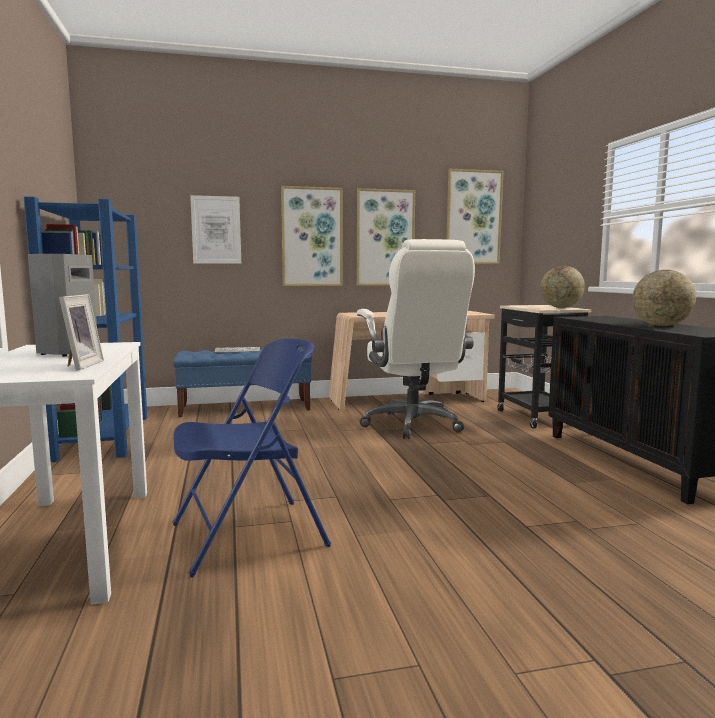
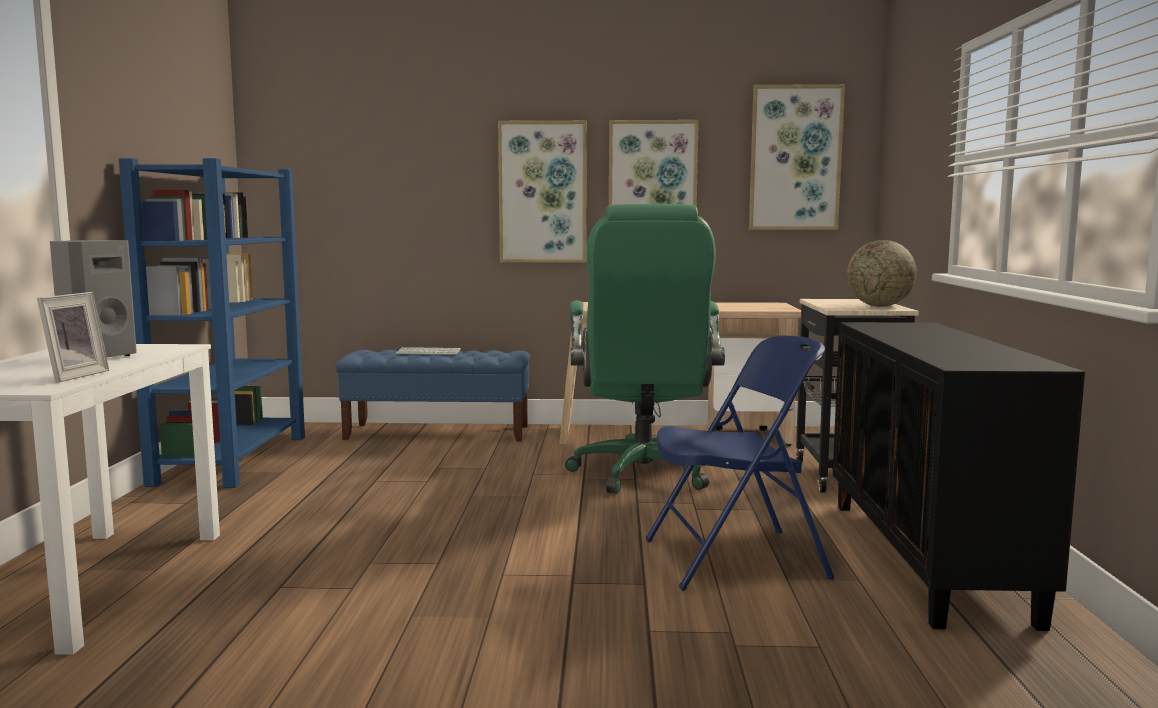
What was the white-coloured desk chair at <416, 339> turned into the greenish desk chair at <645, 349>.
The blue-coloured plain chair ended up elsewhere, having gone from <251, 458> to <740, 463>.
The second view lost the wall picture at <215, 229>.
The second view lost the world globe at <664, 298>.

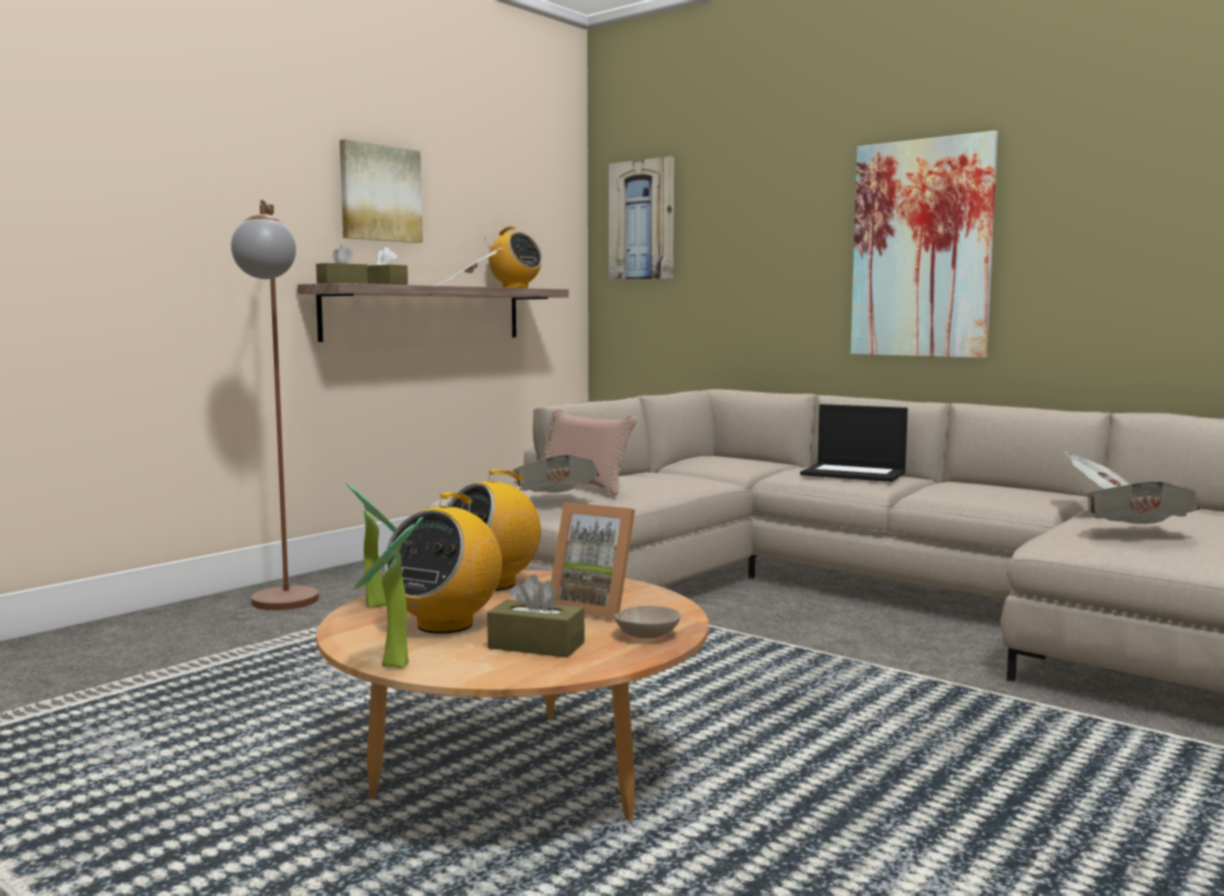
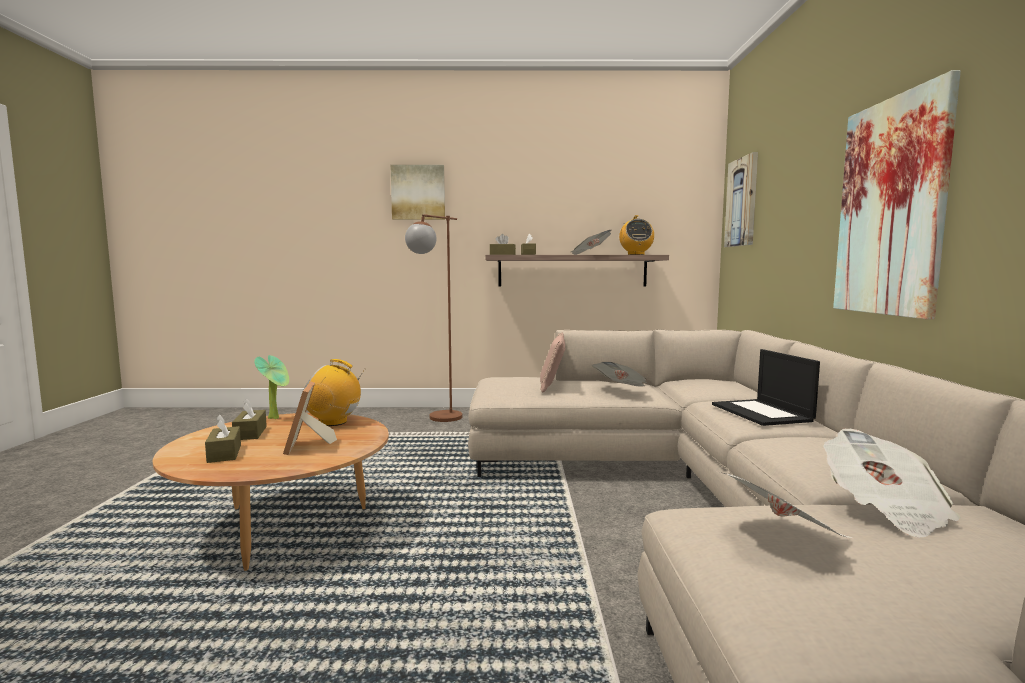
Where the radio receiver stood at <443, 563>, the brown-coloured box of tissues came to stand at <249, 419>.
The wall picture ended up elsewhere, having gone from <381, 191> to <417, 192>.
The printed paper ended up elsewhere, having gone from <556, 474> to <619, 374>.
The second view lost the plant in a pot at <388, 592>.
The second view lost the beige serving bowl at <647, 622>.

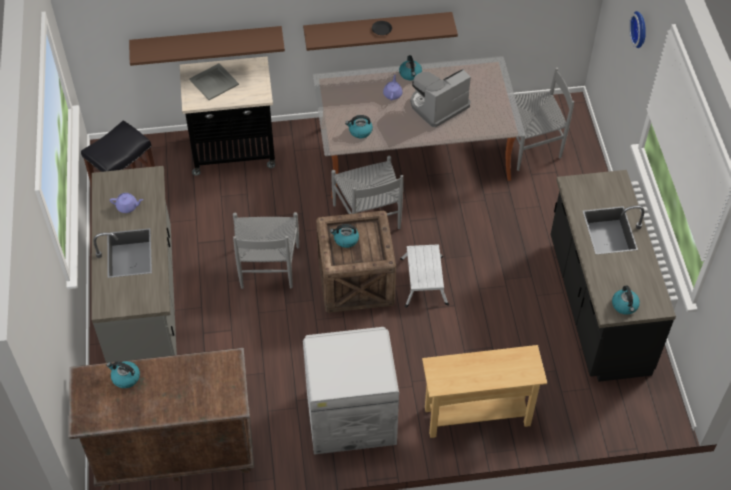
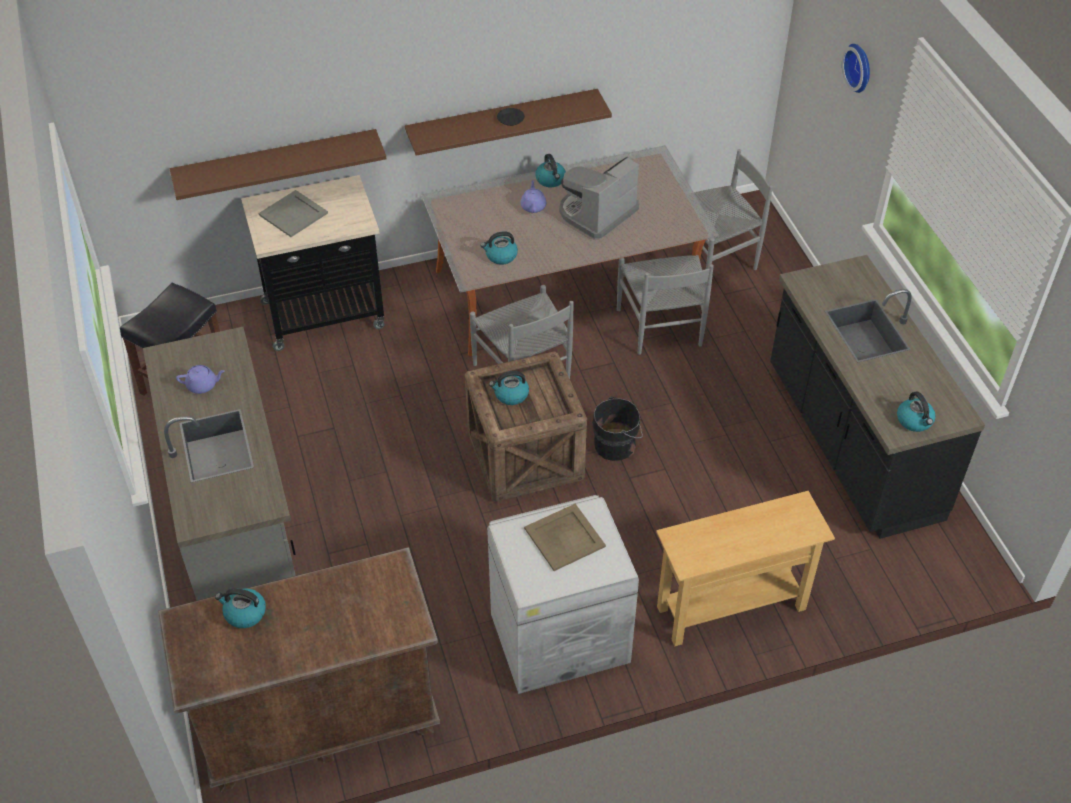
The second view gained the beige carrying tray at <565, 537>.
Where the white-coloured step stool stood at <424, 276>, the black bucket came to stand at <617, 429>.
The gray plain chair ended up elsewhere, having gone from <266, 250> to <665, 305>.

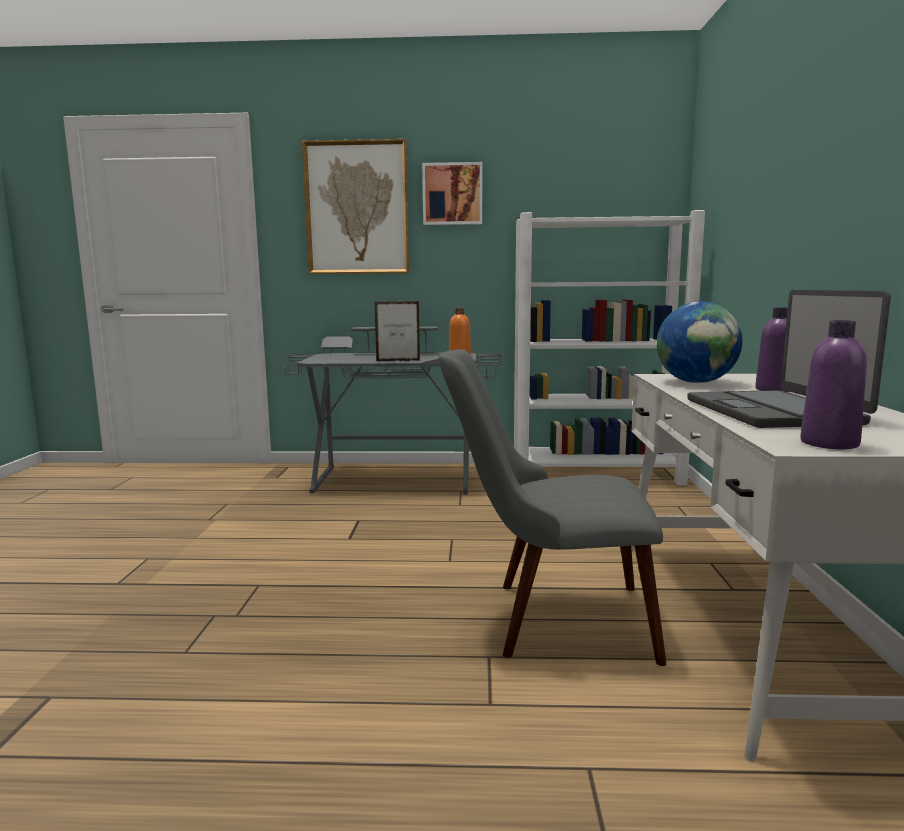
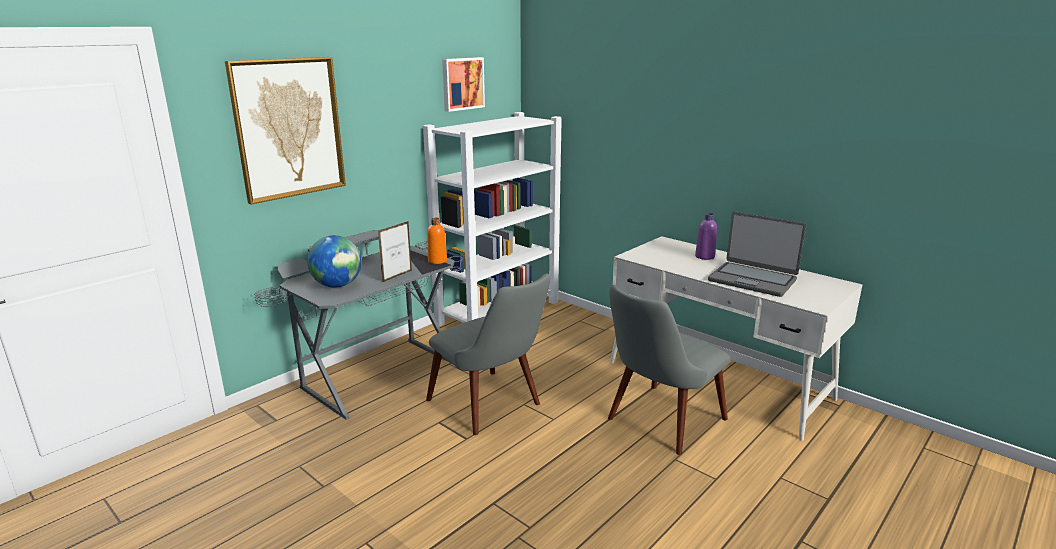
The world globe ended up elsewhere, having gone from <699, 342> to <334, 261>.
The second view gained the gray plain chair at <488, 354>.
The wall picture ended up elsewhere, having gone from <452, 193> to <463, 84>.
The second view lost the purple-coloured drink bottle at <833, 384>.

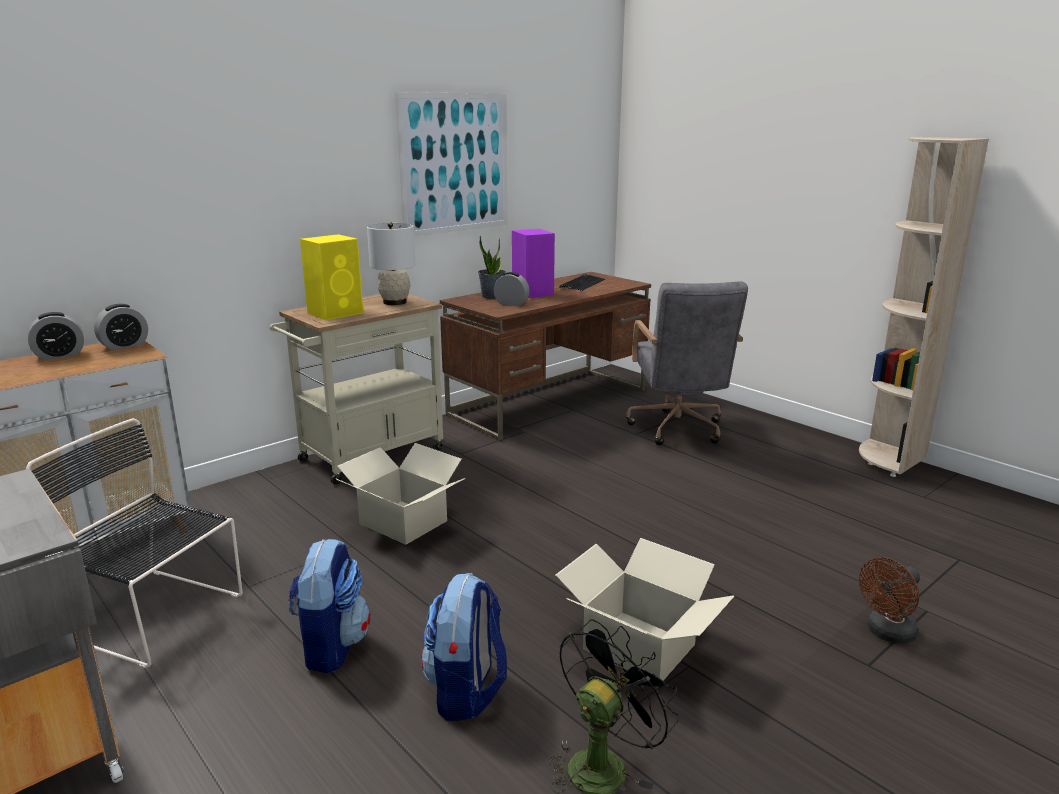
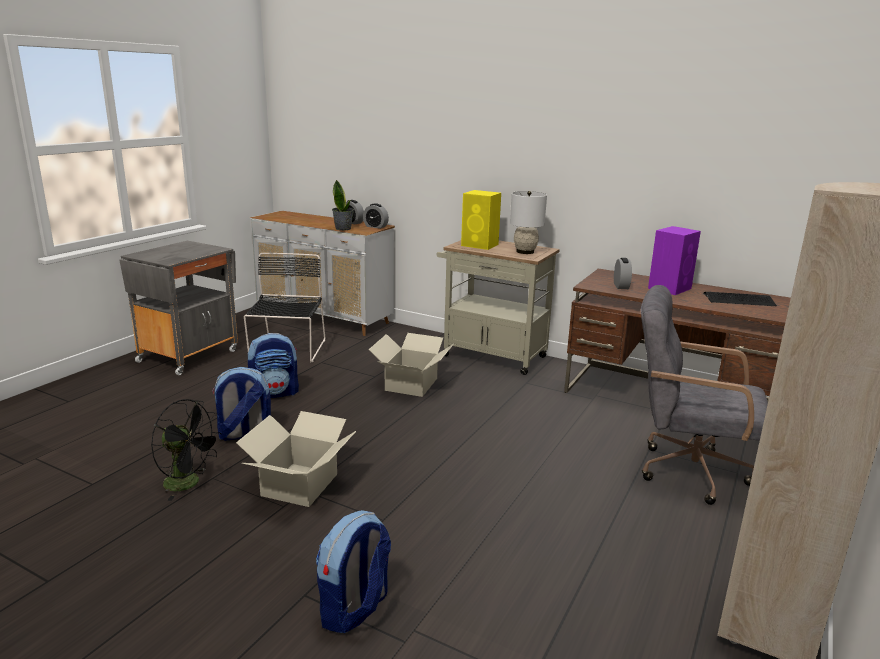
Where the brown-coloured cooling fan stood at <889, 600>, the rucksack came to stand at <353, 571>.
The plant in a pot ended up elsewhere, having gone from <492, 267> to <343, 205>.
The gray desk chair at <686, 363> ended up facing another way, 45 degrees clockwise from before.
The second view lost the wall picture at <451, 164>.

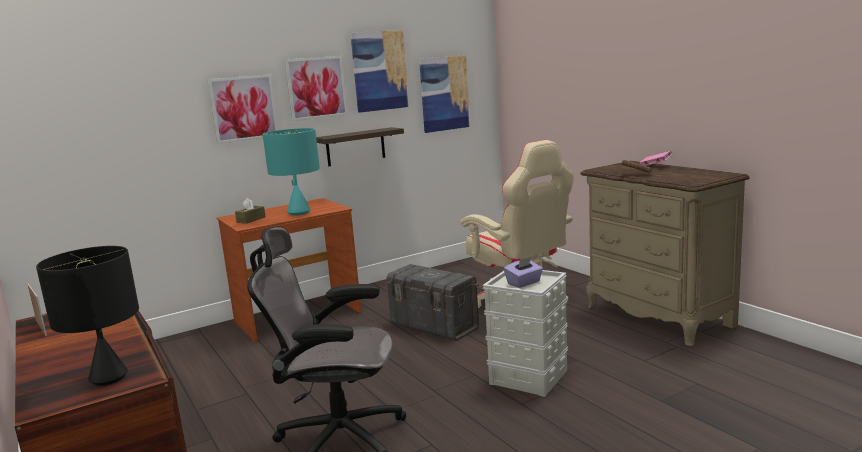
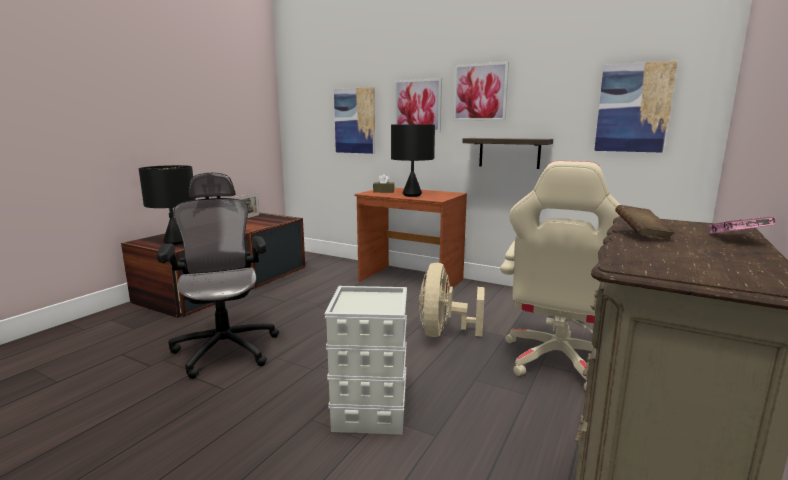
The wall picture ended up elsewhere, having gone from <379, 71> to <354, 120>.
What was the turquoise-coloured table lamp at <291, 172> turned into the black table lamp at <413, 160>.
Where the gray storage bin stood at <432, 302>, the beige cooling fan came to stand at <451, 300>.
The second view lost the purple-coloured box of tissues at <523, 272>.

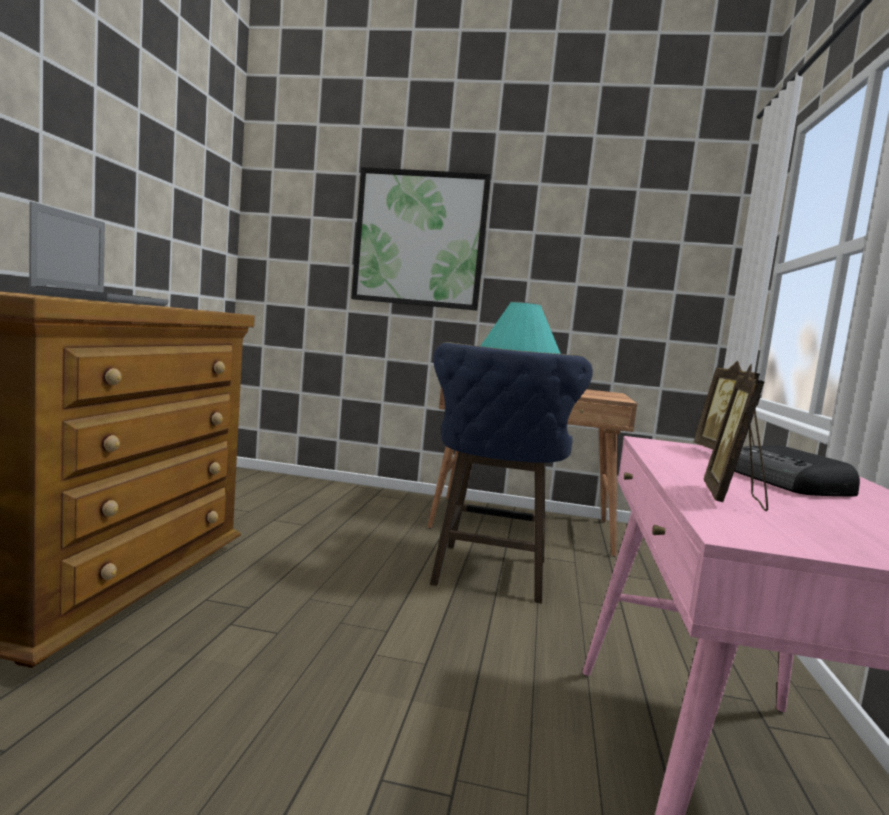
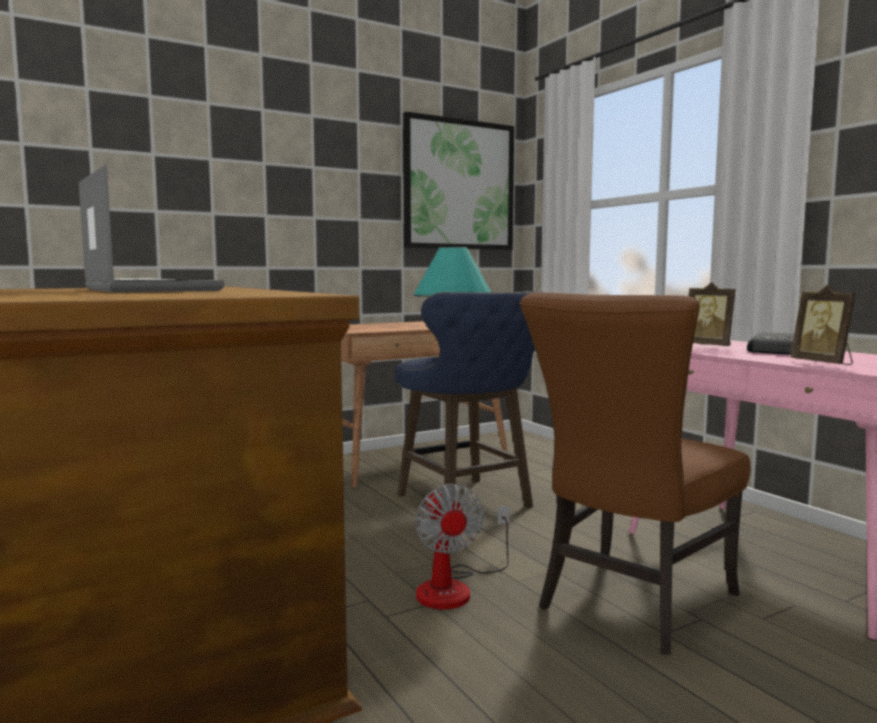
The wall picture ended up elsewhere, having gone from <421, 239> to <458, 180>.
The second view gained the cooling fan at <462, 546>.
The second view gained the brown-coloured plain chair at <635, 473>.

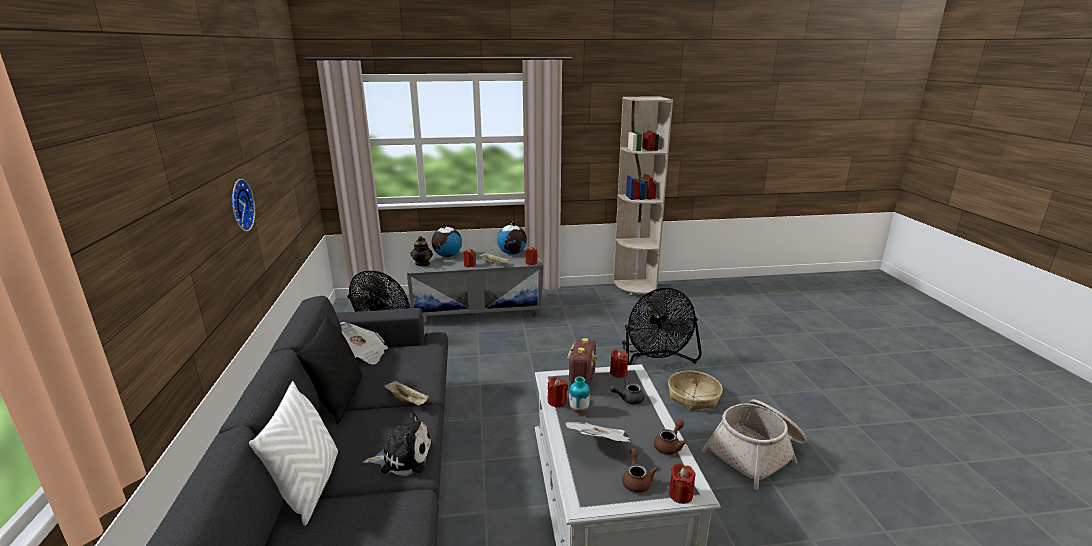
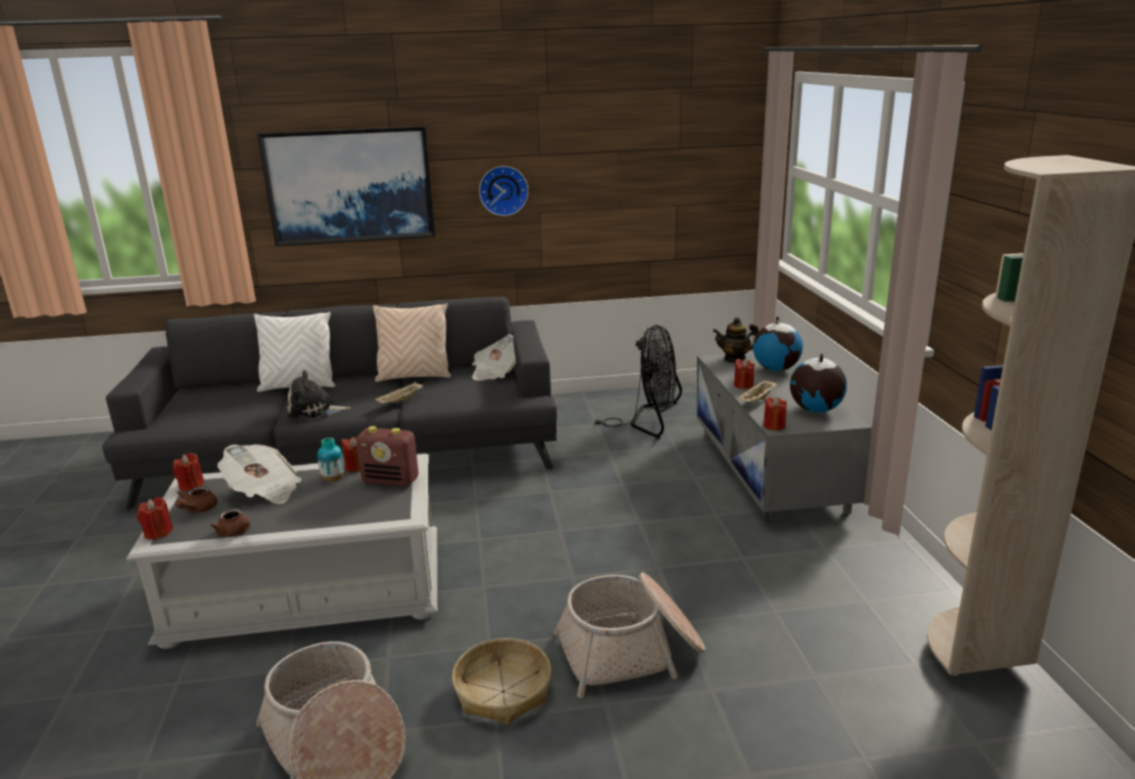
The reddish wax candle ended up elsewhere, having gone from <619, 364> to <188, 472>.
The brown-coloured teapot at <640, 470> ended up facing another way, 105 degrees clockwise from before.
The second view gained the wall picture at <346, 186>.
The plush toy at <397, 444> ended up facing another way, 90 degrees clockwise from before.
What was the black cushion at <329, 369> turned into the beige cushion at <412, 342>.
Where the black cooling fan stood at <662, 326>, the household basket came to stand at <629, 635>.
The second view lost the gray teapot at <627, 391>.

